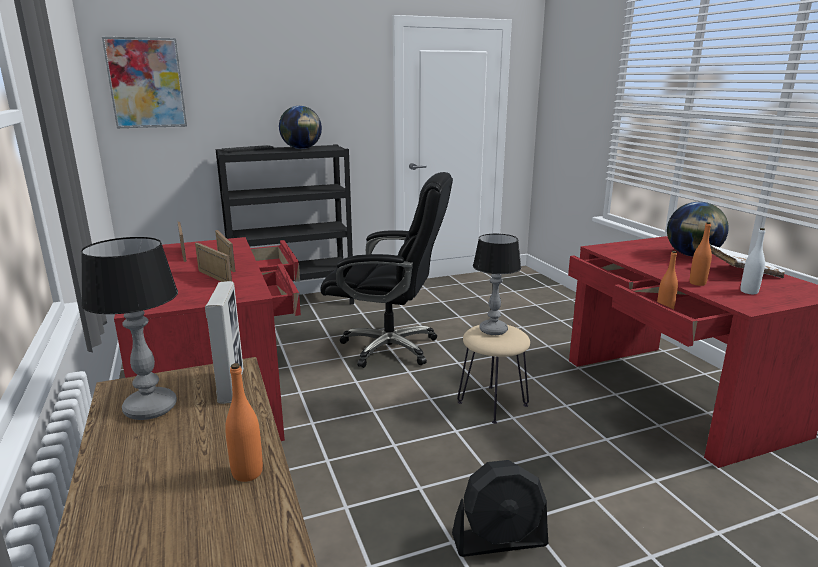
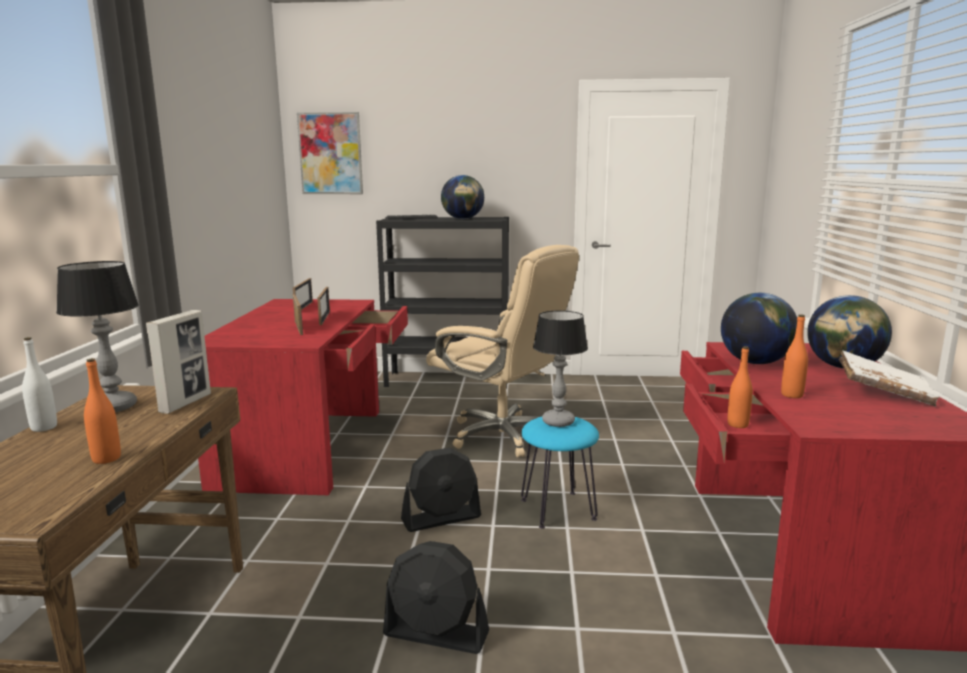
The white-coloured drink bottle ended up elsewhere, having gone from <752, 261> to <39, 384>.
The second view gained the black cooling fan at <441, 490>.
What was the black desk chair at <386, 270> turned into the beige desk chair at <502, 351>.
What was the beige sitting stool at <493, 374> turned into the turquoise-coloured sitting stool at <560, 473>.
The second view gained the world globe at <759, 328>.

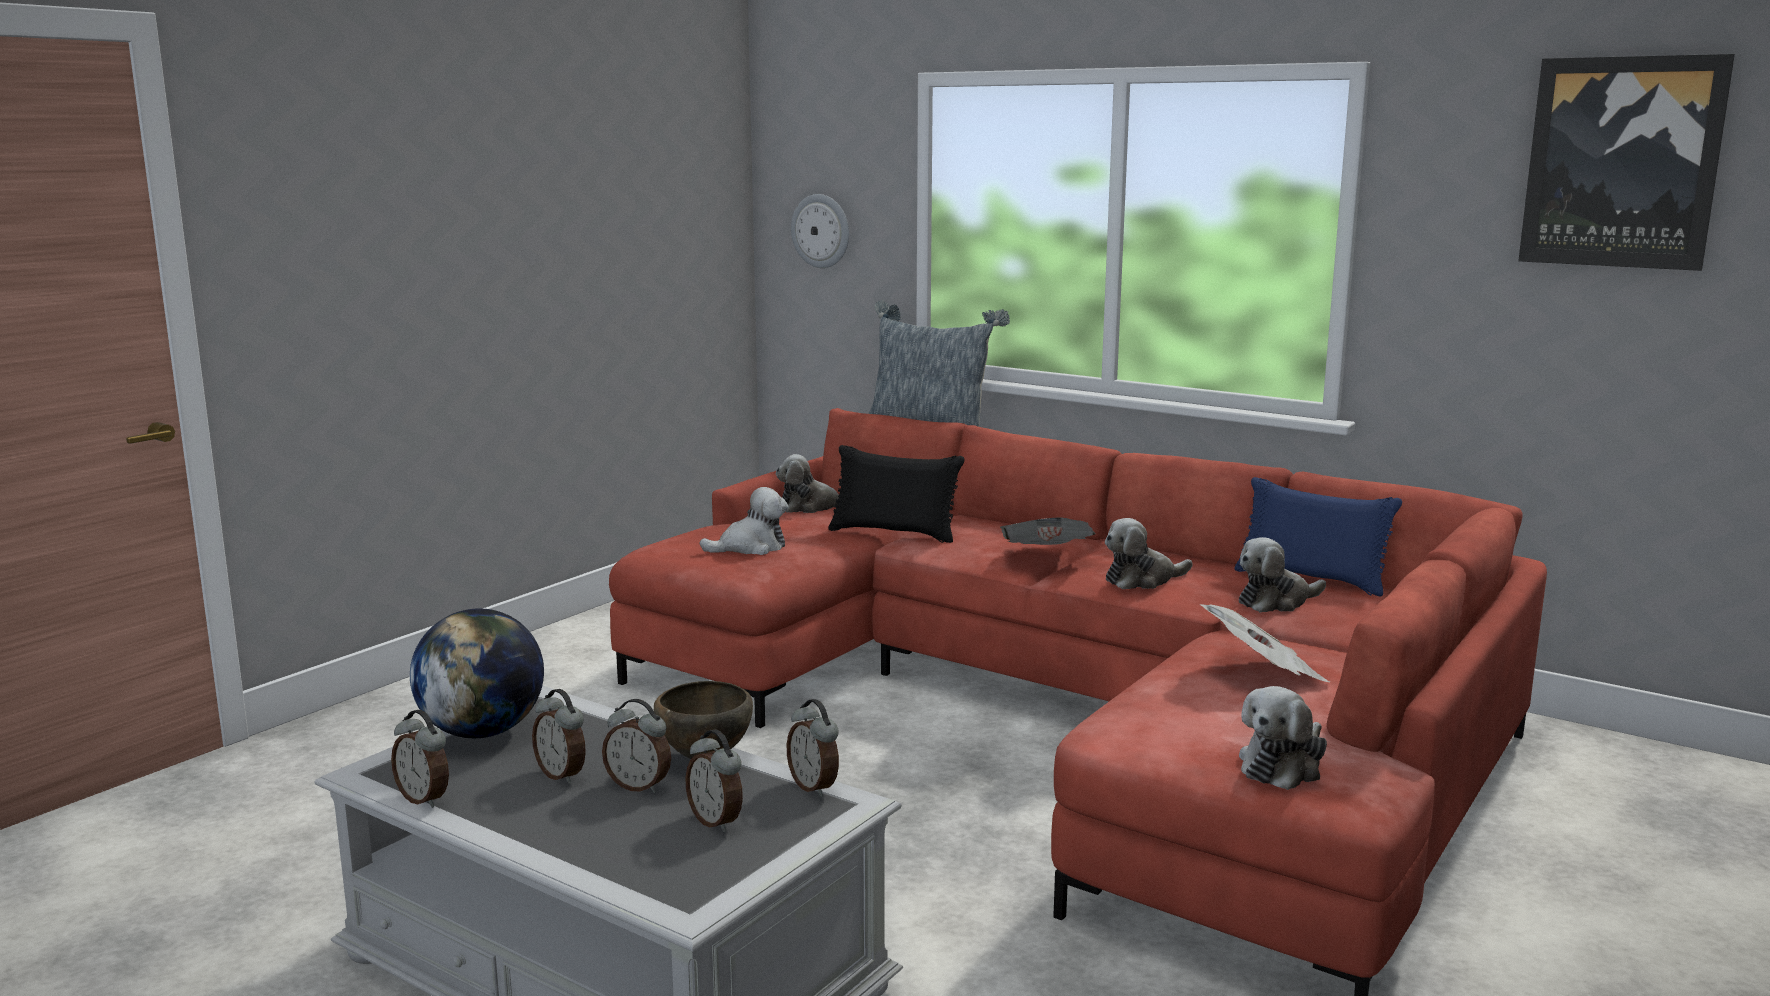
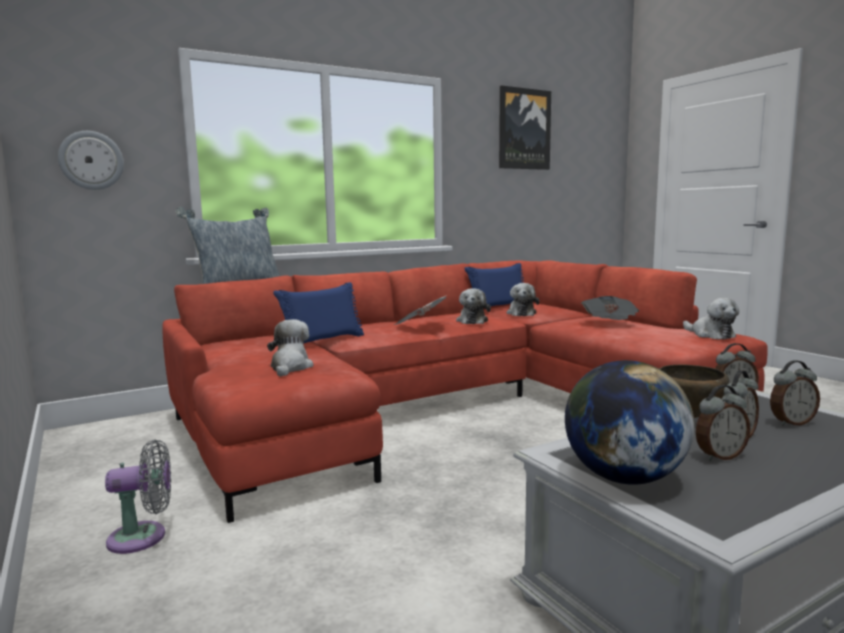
The second view gained the gray cooling fan at <138, 497>.
What was the black cushion at <896, 494> turned into the blue-coloured cushion at <318, 312>.
The second view lost the bedside clock at <420, 759>.
The second view lost the plush toy at <807, 483>.

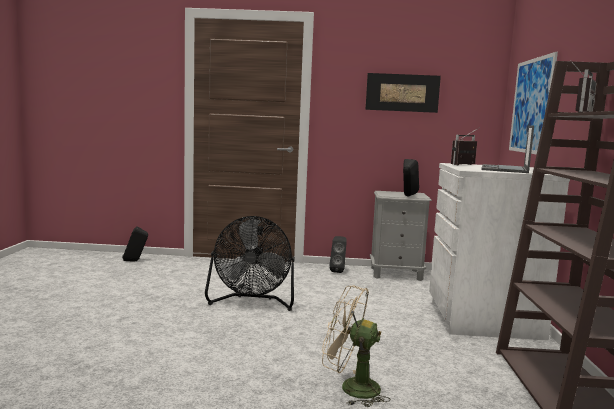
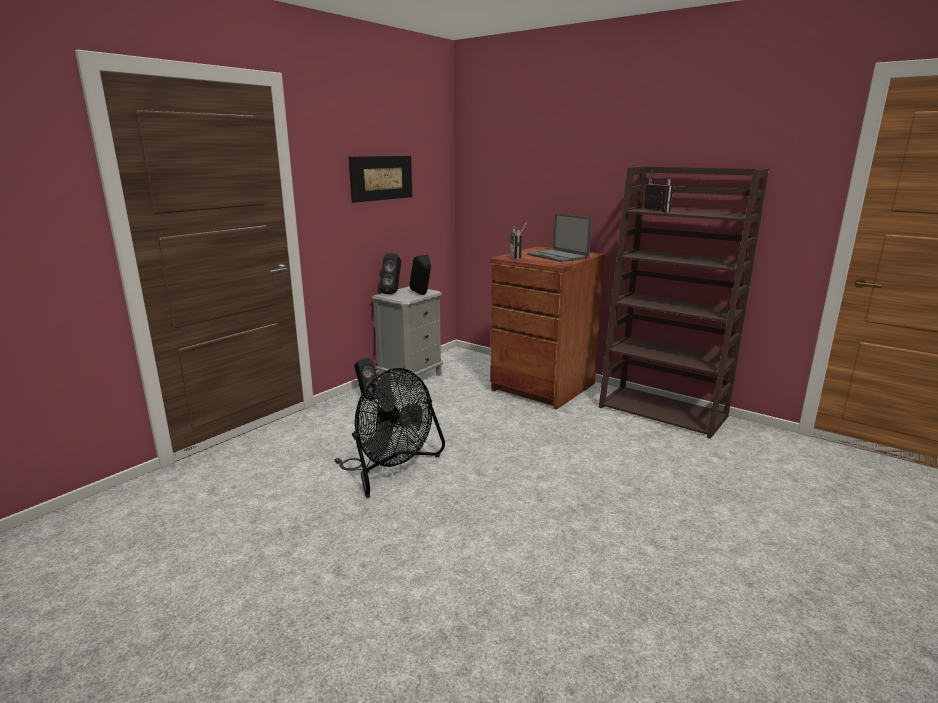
The black speaker ended up elsewhere, having gone from <135, 244> to <390, 273>.
What was the white-coloured chest of drawers at <499, 252> turned into the brown-coloured chest of drawers at <547, 328>.
The second view lost the beige cooling fan at <356, 346>.
The second view lost the wall picture at <533, 103>.

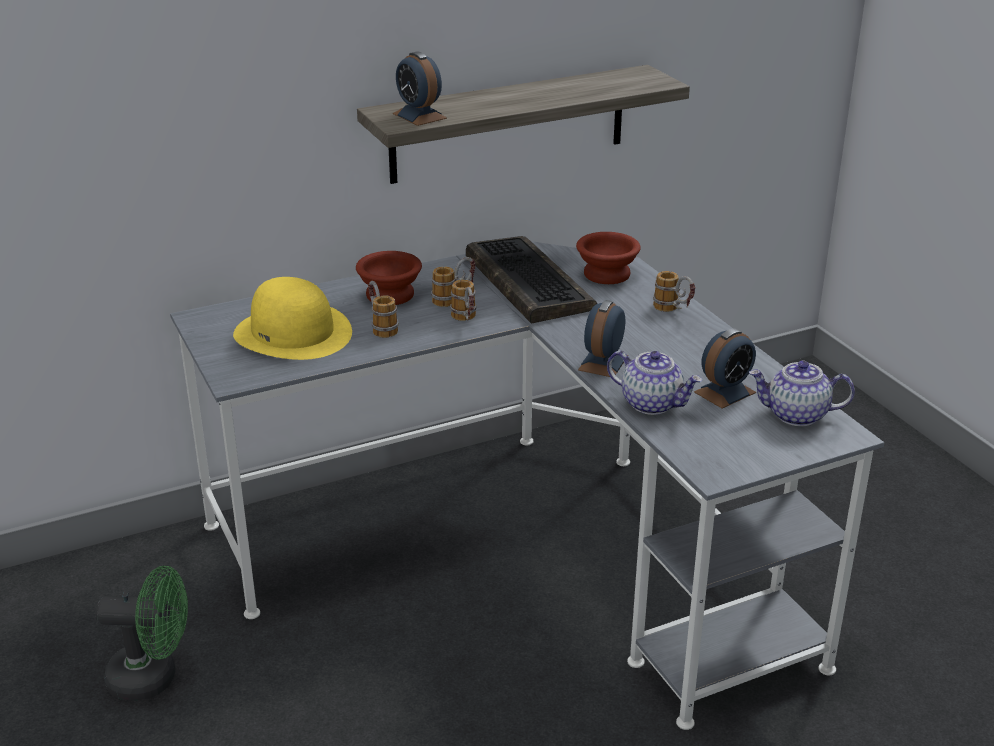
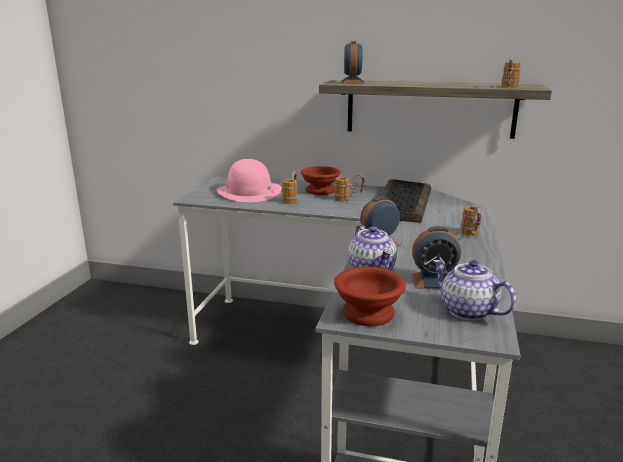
What was the yellowish hat at <292, 318> turned into the pink hat at <249, 180>.
The brown-coloured serving bowl ended up elsewhere, having gone from <608, 258> to <370, 296>.
The coffee mug ended up elsewhere, having gone from <463, 300> to <511, 72>.
The second view lost the greenish cooling fan at <142, 633>.

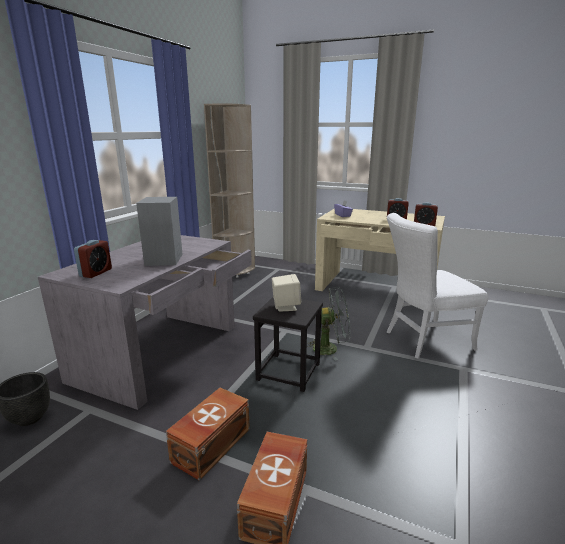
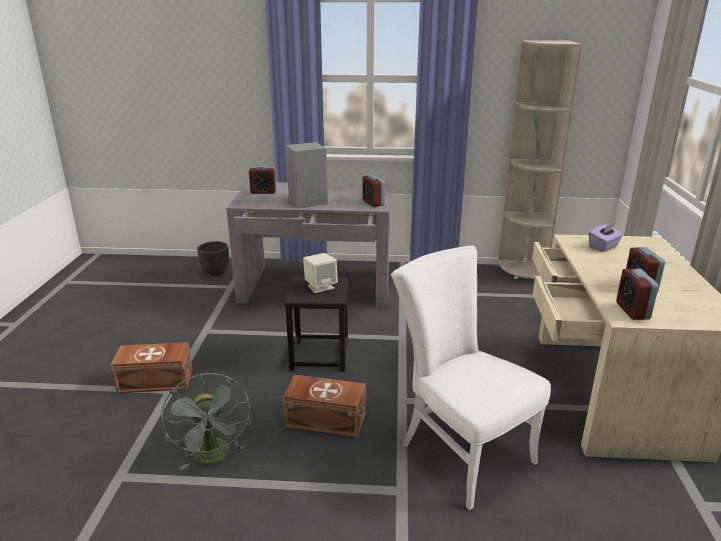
The gray cooling fan ended up elsewhere, having gone from <328, 324> to <206, 421>.
The brown-coloured storage bin ended up elsewhere, having gone from <208, 434> to <324, 406>.
The second view gained the bedside clock at <373, 191>.

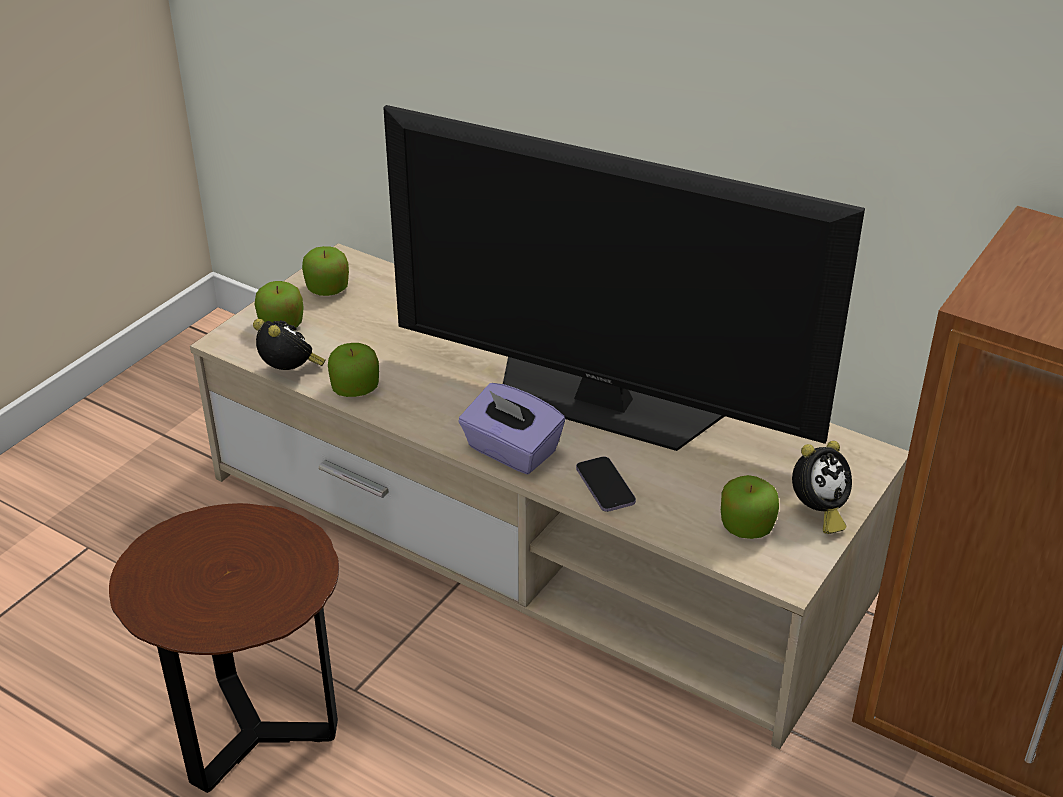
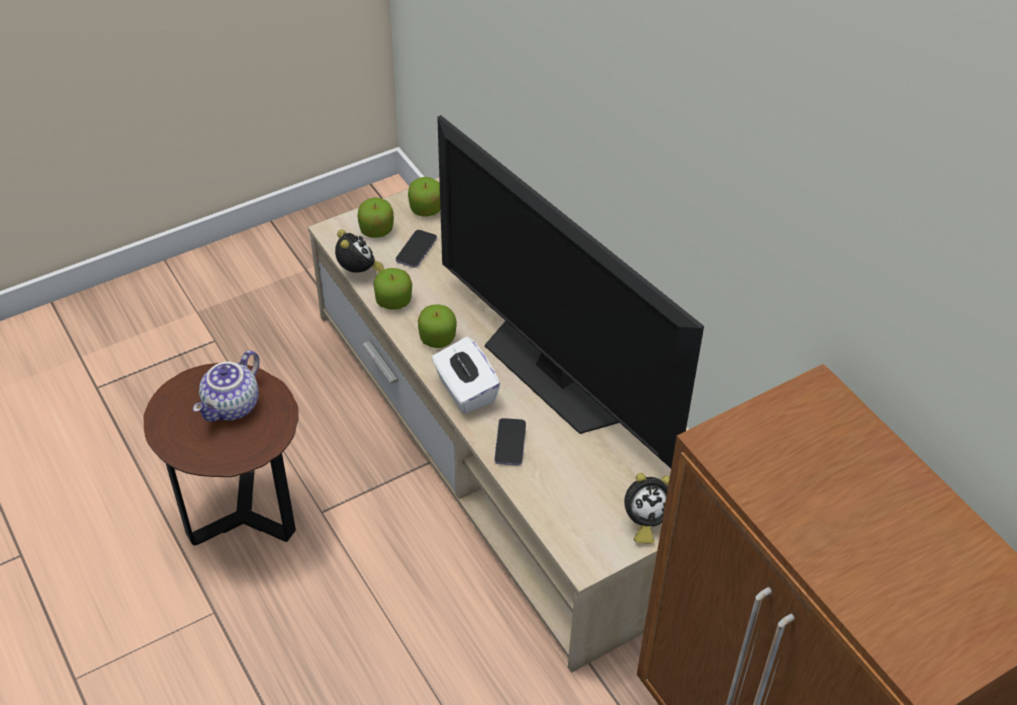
The second view gained the teapot at <226, 386>.
The second view gained the phone at <416, 249>.
The whole apple ended up elsewhere, having gone from <750, 507> to <437, 326>.
What was the purple-coloured box of tissues at <511, 428> turned into the white-coloured box of tissues at <466, 375>.

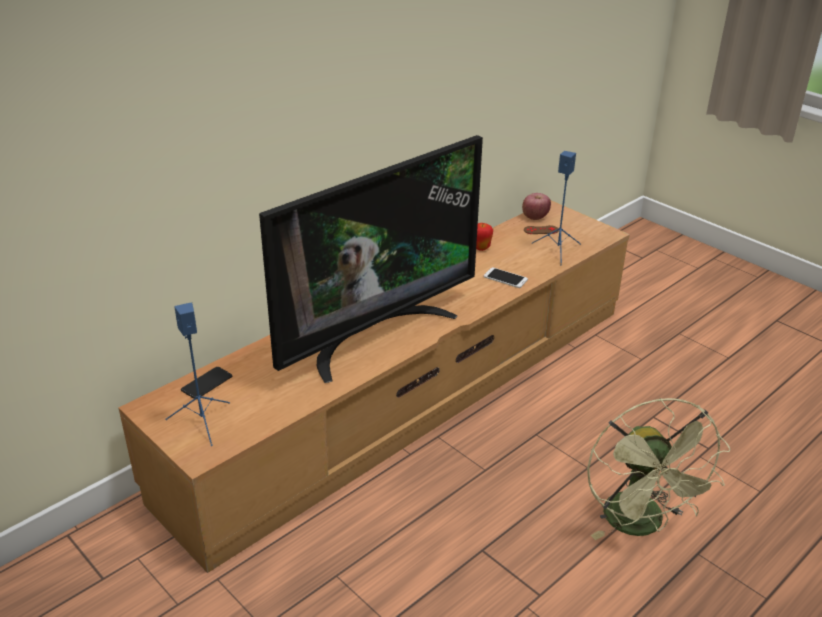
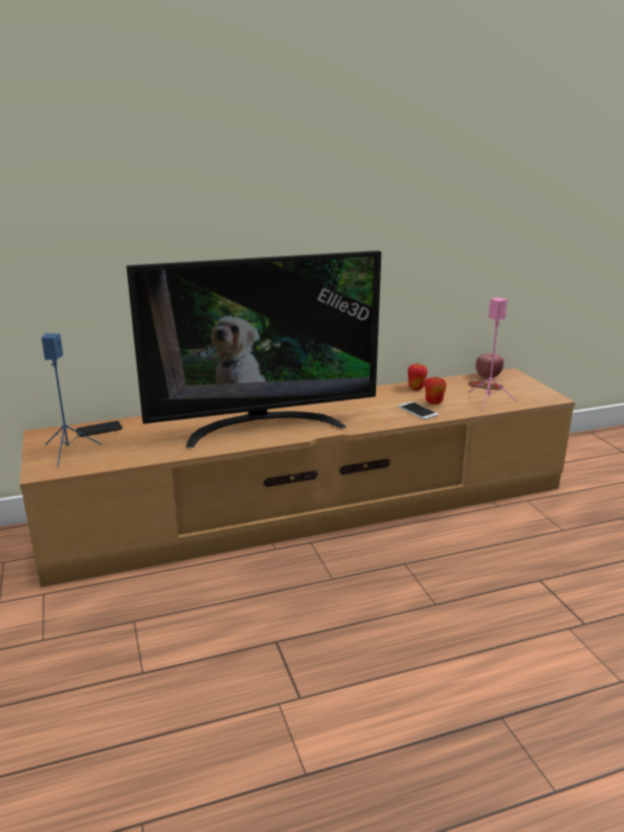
The second view gained the whole apple at <435, 390>.
What was the blue-coloured speaker at <556, 208> turned into the pink speaker at <491, 354>.
The second view lost the greenish cooling fan at <659, 469>.

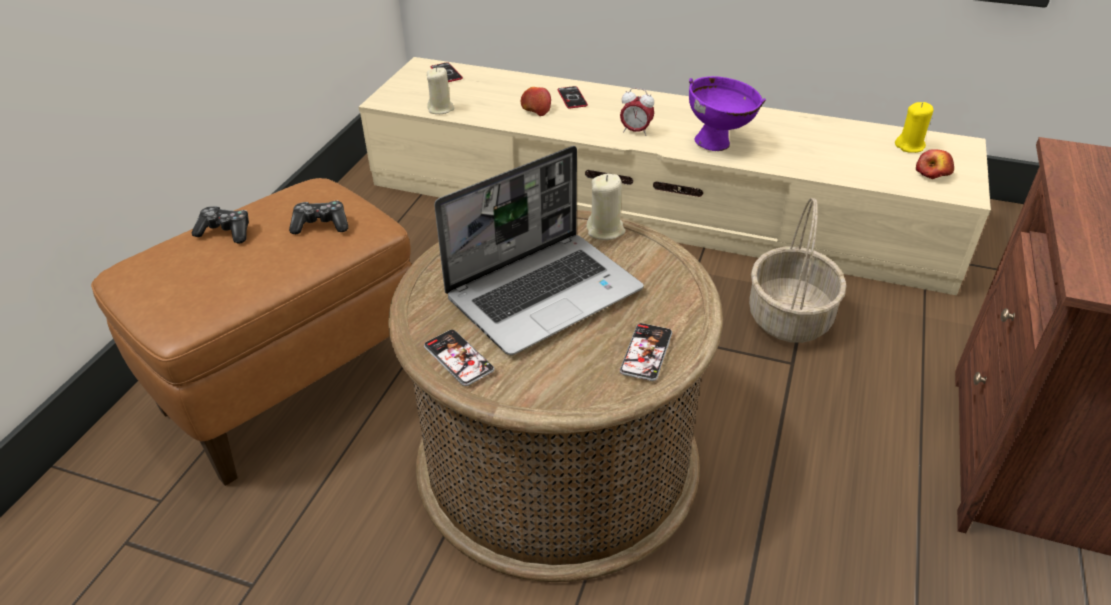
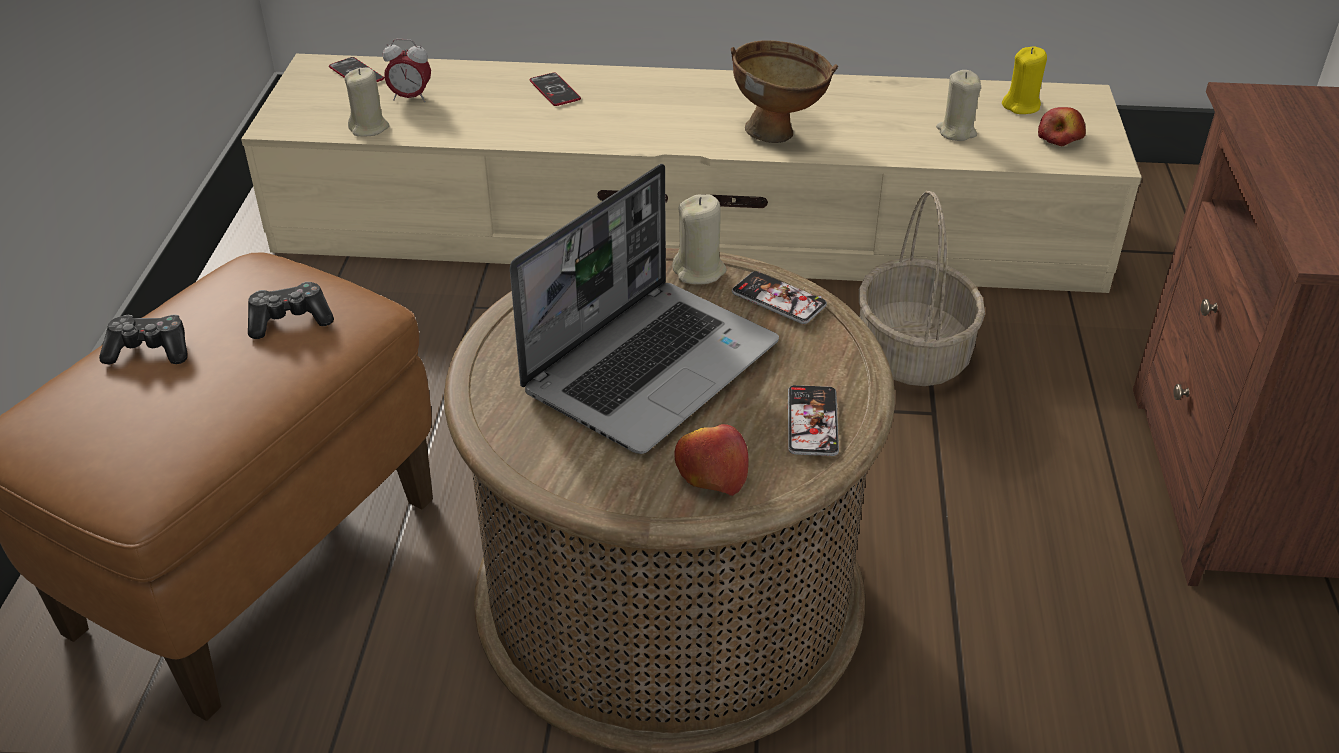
The bedside clock ended up elsewhere, having gone from <637, 112> to <407, 70>.
The whole apple ended up elsewhere, having gone from <536, 101> to <711, 460>.
What was the purple-coloured serving bowl at <727, 113> turned into the brown-coloured serving bowl at <784, 91>.
The phone ended up elsewhere, having gone from <459, 358> to <779, 297>.
The second view gained the beige wax candle at <958, 105>.

